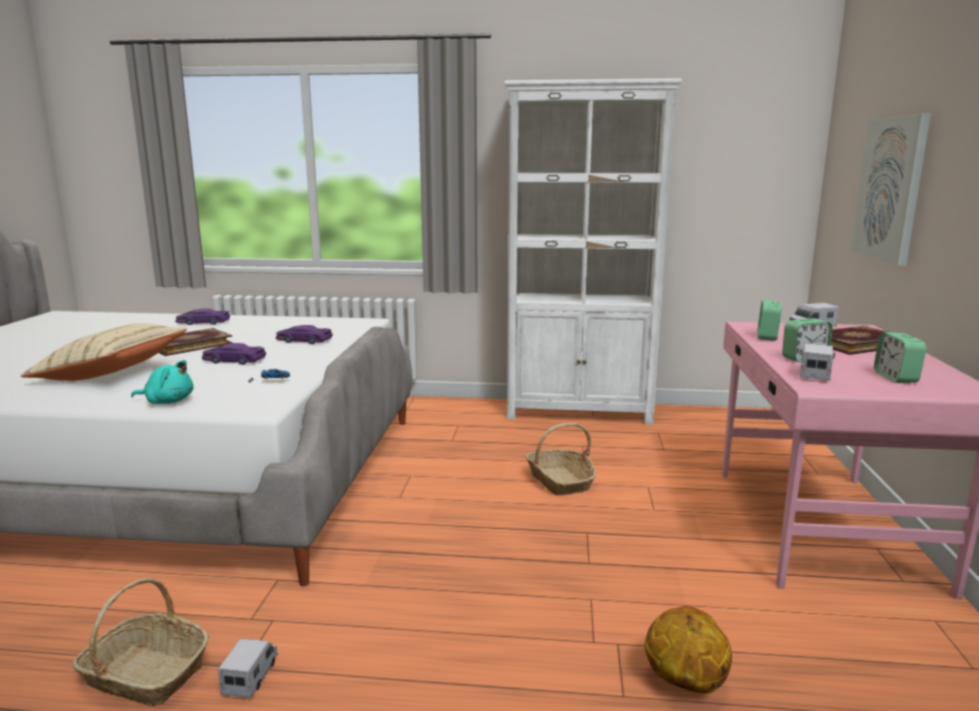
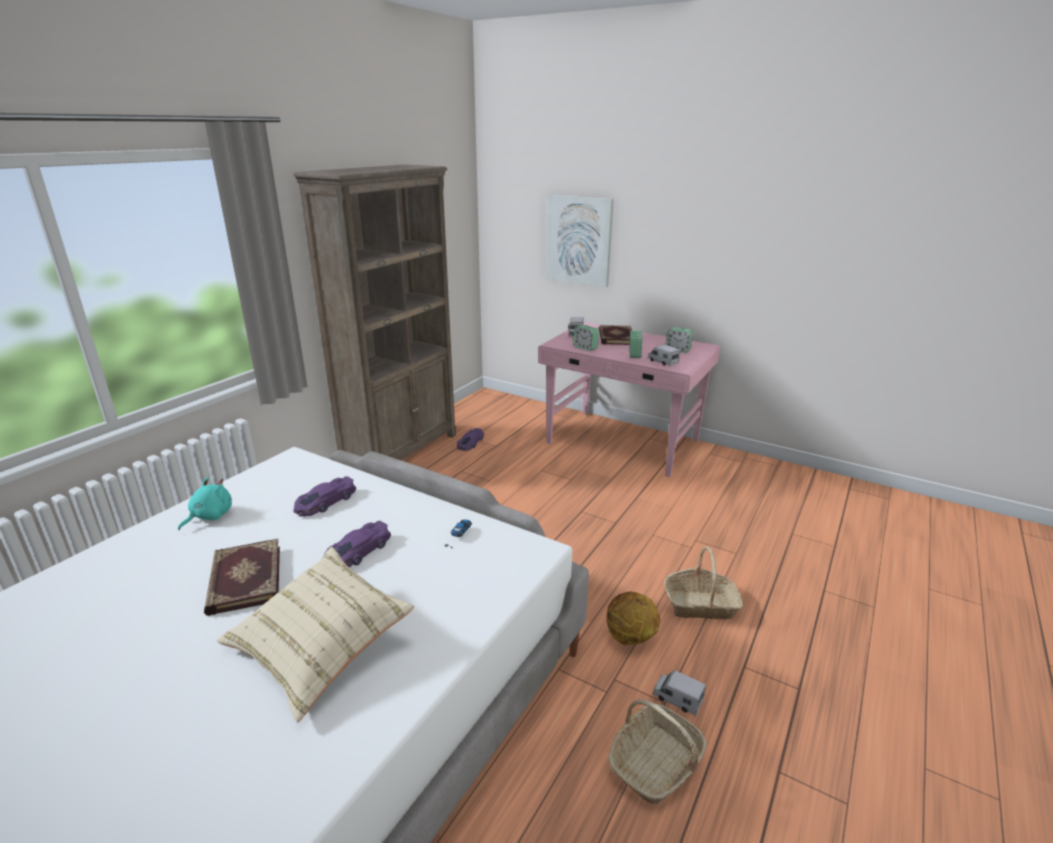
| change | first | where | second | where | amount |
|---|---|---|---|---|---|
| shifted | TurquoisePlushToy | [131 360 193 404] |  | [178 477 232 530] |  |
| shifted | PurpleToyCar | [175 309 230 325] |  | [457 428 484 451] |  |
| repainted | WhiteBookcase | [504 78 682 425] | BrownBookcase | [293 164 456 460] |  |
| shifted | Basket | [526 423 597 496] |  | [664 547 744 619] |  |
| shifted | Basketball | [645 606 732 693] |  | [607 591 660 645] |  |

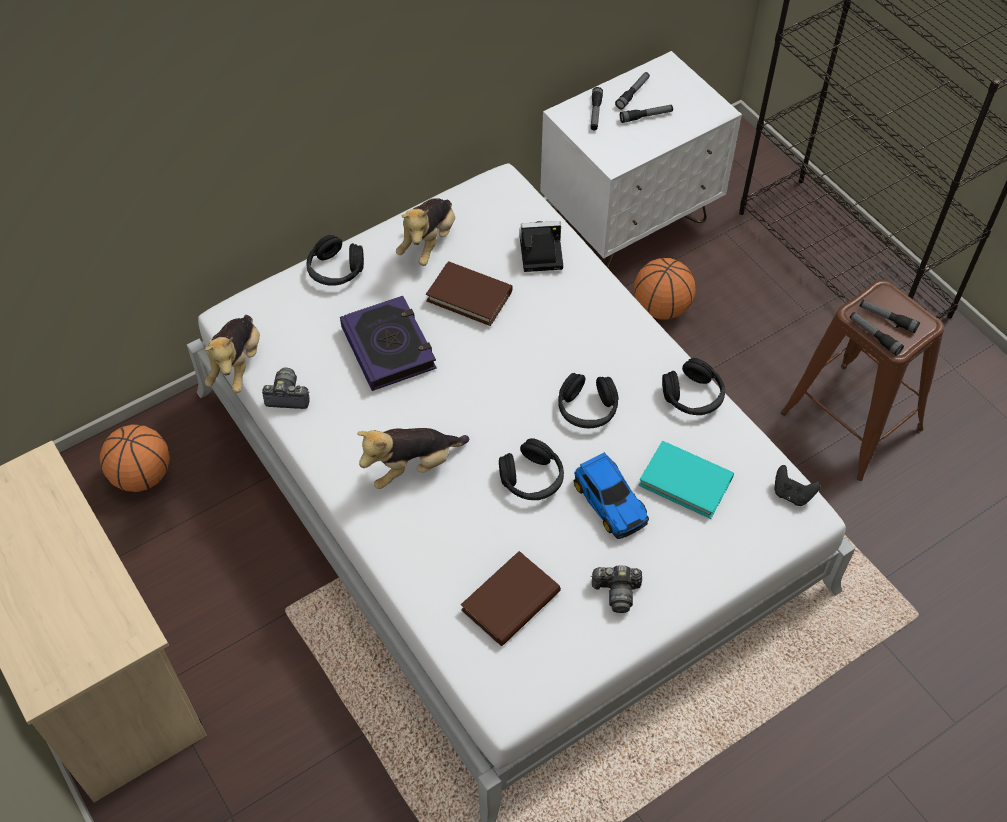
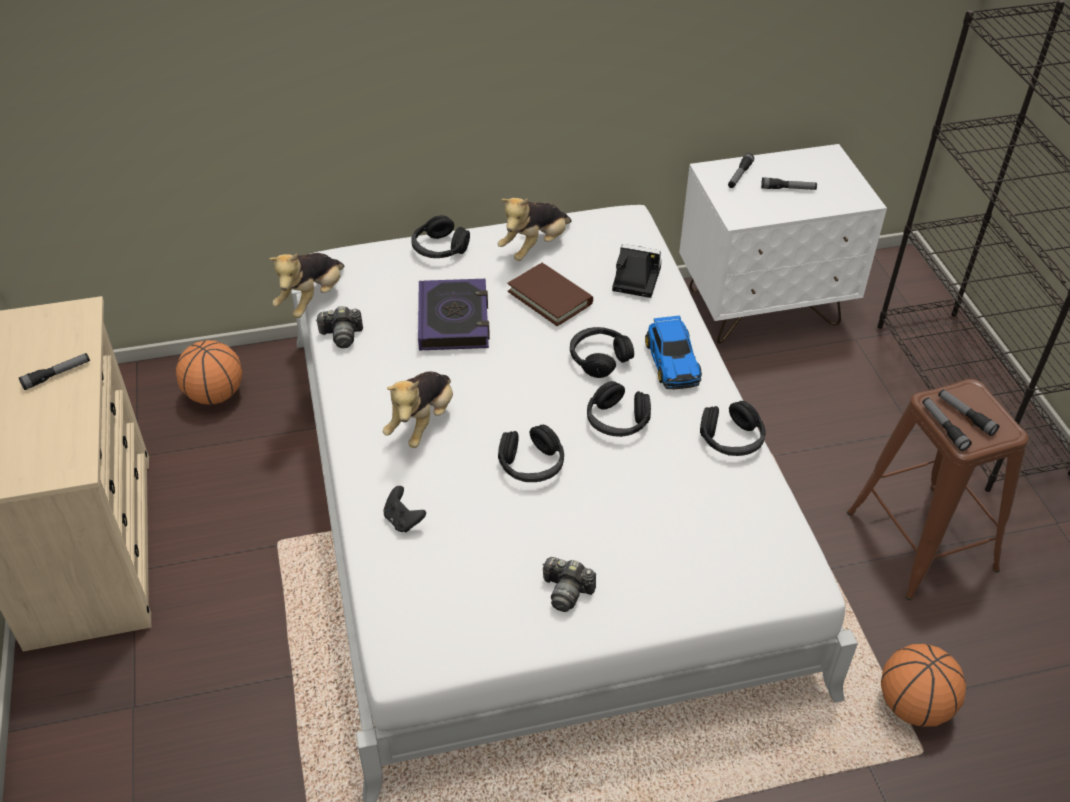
| change | first | where | second | where | amount |
|---|---|---|---|---|---|
| rotated | PhotoCamera | [262 368 310 409] |  | [315 306 363 348] | 150 degrees clockwise |
| rotated | PlushToy | [357 428 469 489] |  | [383 371 453 448] | 60 degrees counterclockwise |
| gone | BrownBook | [461 551 561 646] |  |  |  |
| shifted | ToyCar | [574 452 649 539] |  | [645 316 702 389] |  |
| shifted | Flashlight | [615 72 650 109] |  | [19 353 90 390] |  |
| shifted | Basketball | [634 258 696 319] |  | [881 644 966 727] |  |
| gone | TurquoiseBook | [639 441 734 519] |  |  |  |
| shifted | BlackGameController | [774 465 820 506] |  | [383 486 426 533] |  |
| new |  |  | BlackHeadphones | [570 327 634 378] |  |

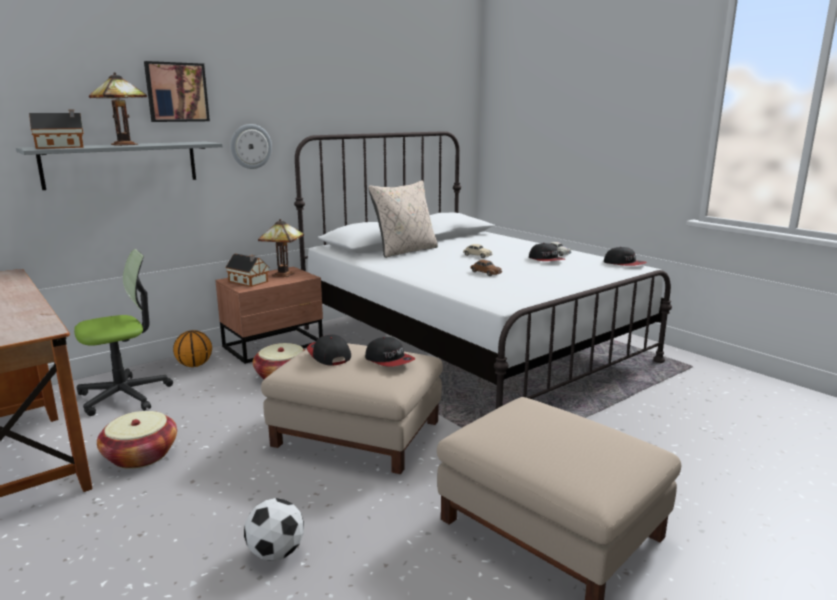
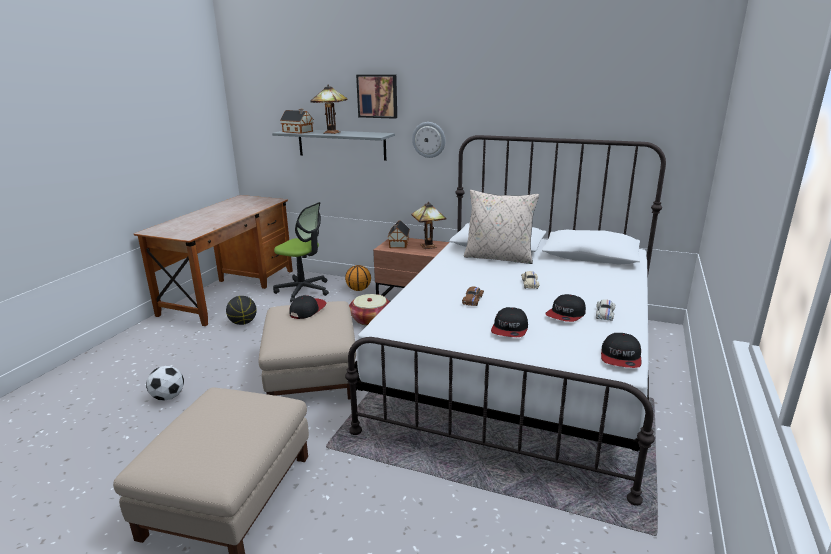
| change | first | where | second | where | amount |
|---|---|---|---|---|---|
| swapped | Basket | [97 411 177 469] | Basketball | [226 296 257 325] |  |
| shifted | Cap | [365 337 415 367] |  | [491 307 528 337] |  |

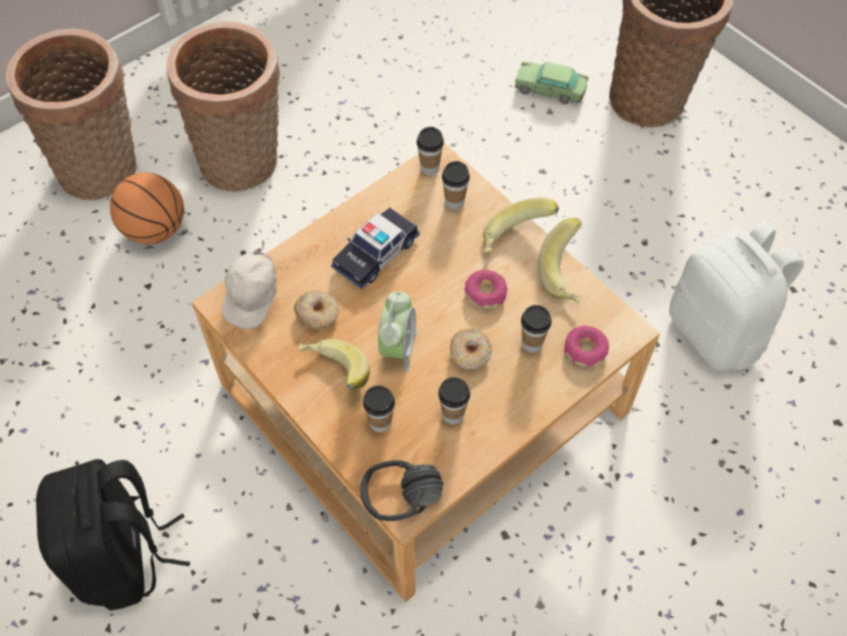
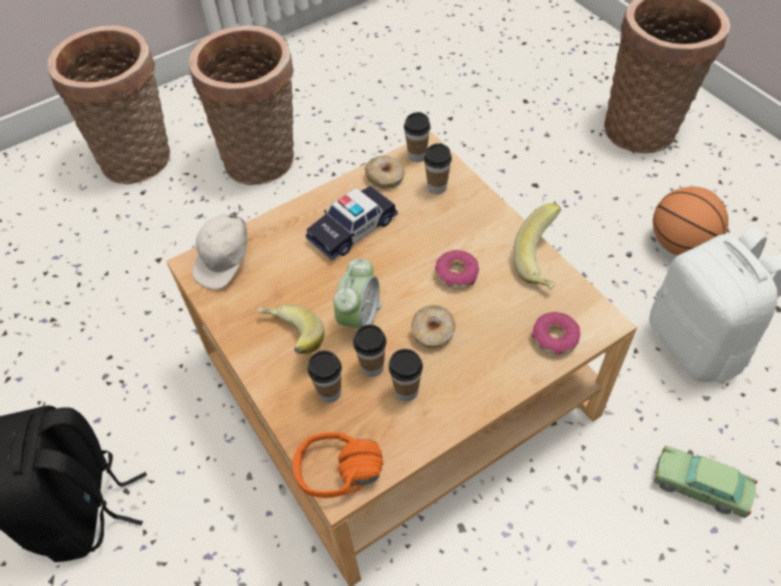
| change | first | where | second | where | amount |
|---|---|---|---|---|---|
| shifted | Basketball | [110 172 184 245] |  | [653 187 728 255] |  |
| shifted | Donut | [294 291 339 330] |  | [365 156 405 189] |  |
| repainted | BlackHeadphones | [360 460 443 521] | OrangeHeadphones | [292 432 383 498] |  |
| gone | Banana | [483 197 559 253] |  |  |  |
| shifted | ToyCar | [515 61 588 104] |  | [653 446 757 518] |  |
| shifted | Cup | [521 305 552 353] |  | [353 324 387 377] |  |

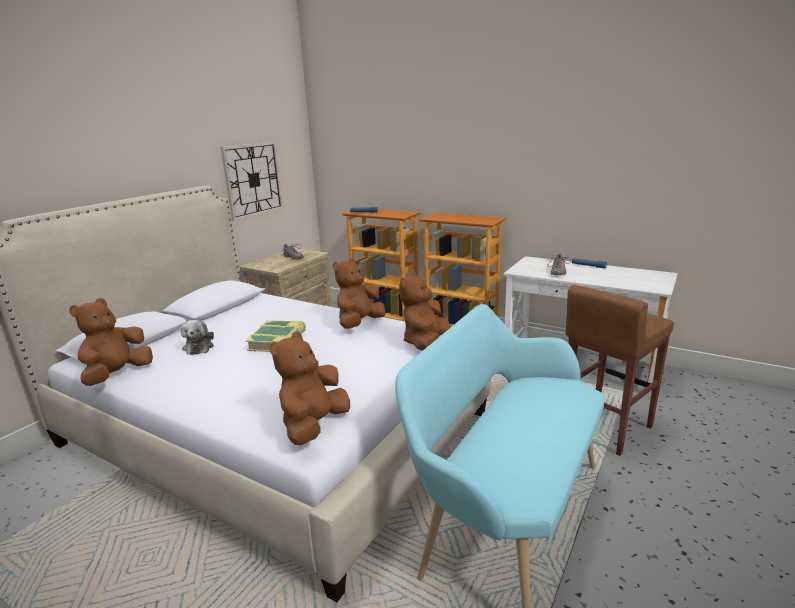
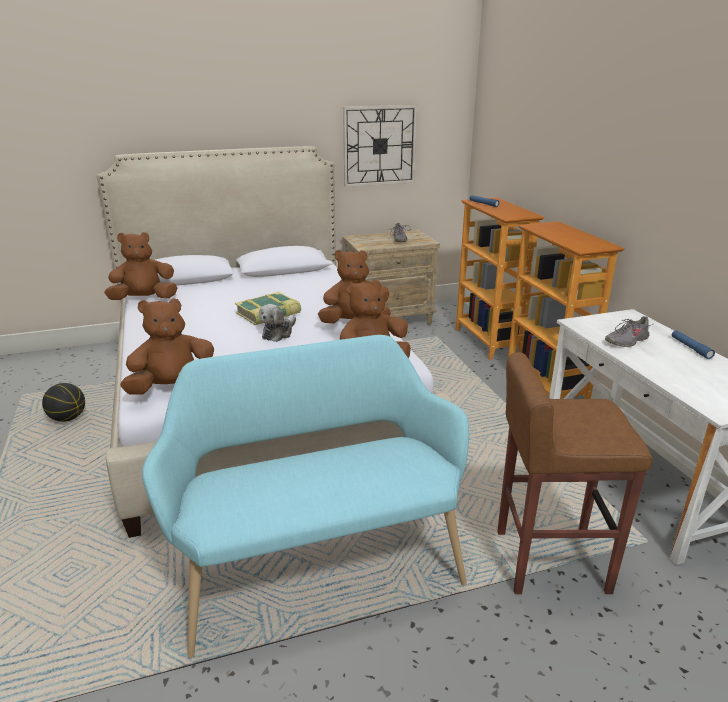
| change | first | where | second | where | amount |
|---|---|---|---|---|---|
| shifted | PlushToy | [181 320 214 355] |  | [259 304 296 342] |  |
| new |  |  | Basketball | [42 383 85 422] |  |

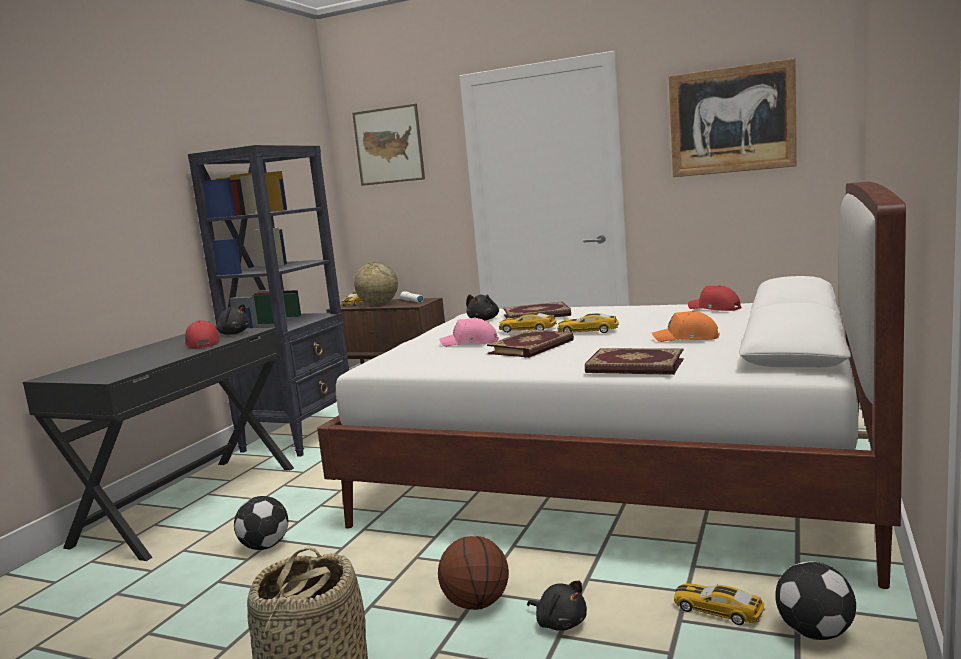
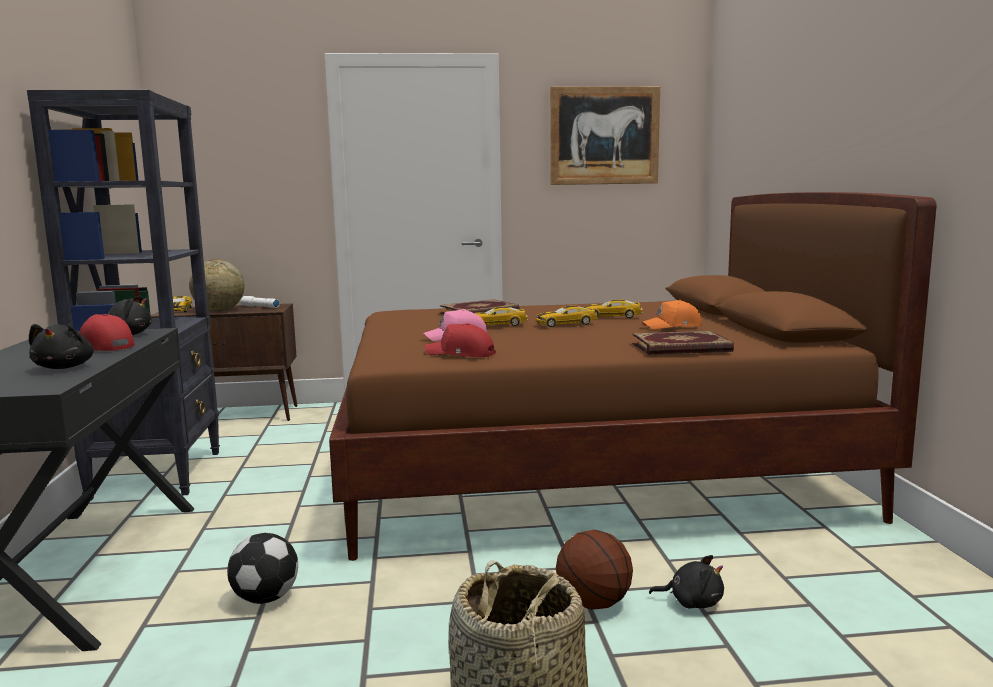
| change | first | where | second | where | amount |
|---|---|---|---|---|---|
| repainted | WhiteBed | [317 182 906 589] | BrownBed | [329 192 937 561] |  |
| gone | Picture | [352 104 425 186] |  |  |  |
| shifted | BlackPlushToy | [466 294 499 320] |  | [29 324 94 369] |  |
| gone | Book | [487 329 574 358] |  |  |  |
| shifted | ToyCar | [674 583 765 625] |  | [584 300 643 318] |  |
| shifted | RedCap | [688 285 742 311] |  | [425 323 496 357] |  |
| gone | Football | [775 562 856 640] |  |  |  |

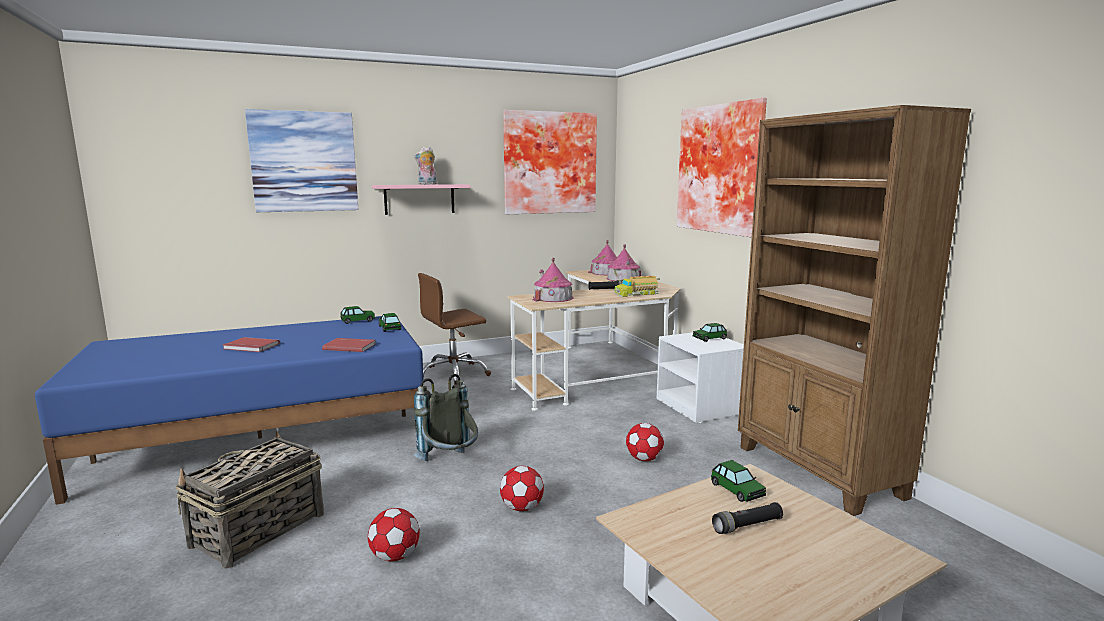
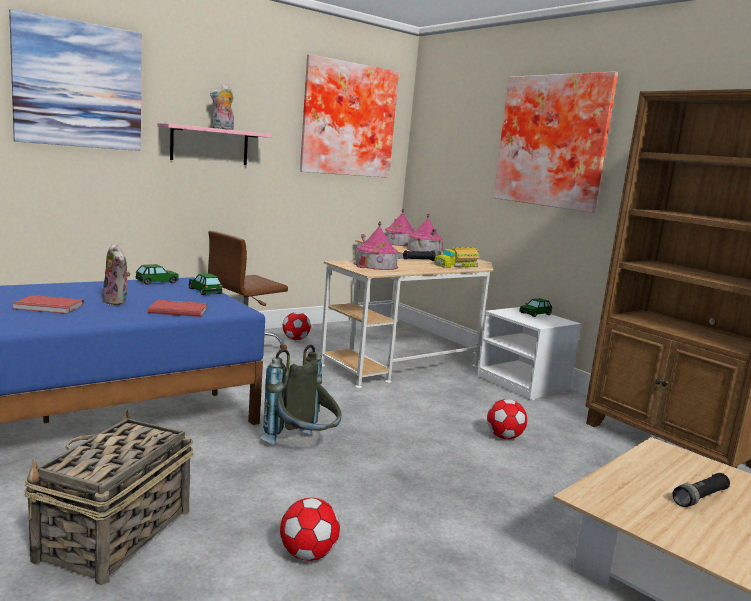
| change | first | where | second | where | amount |
|---|---|---|---|---|---|
| shifted | Football | [500 466 544 511] |  | [283 312 311 340] |  |
| gone | ToyCar | [711 460 766 502] |  |  |  |
| new |  |  | PlushToy | [102 243 131 305] |  |

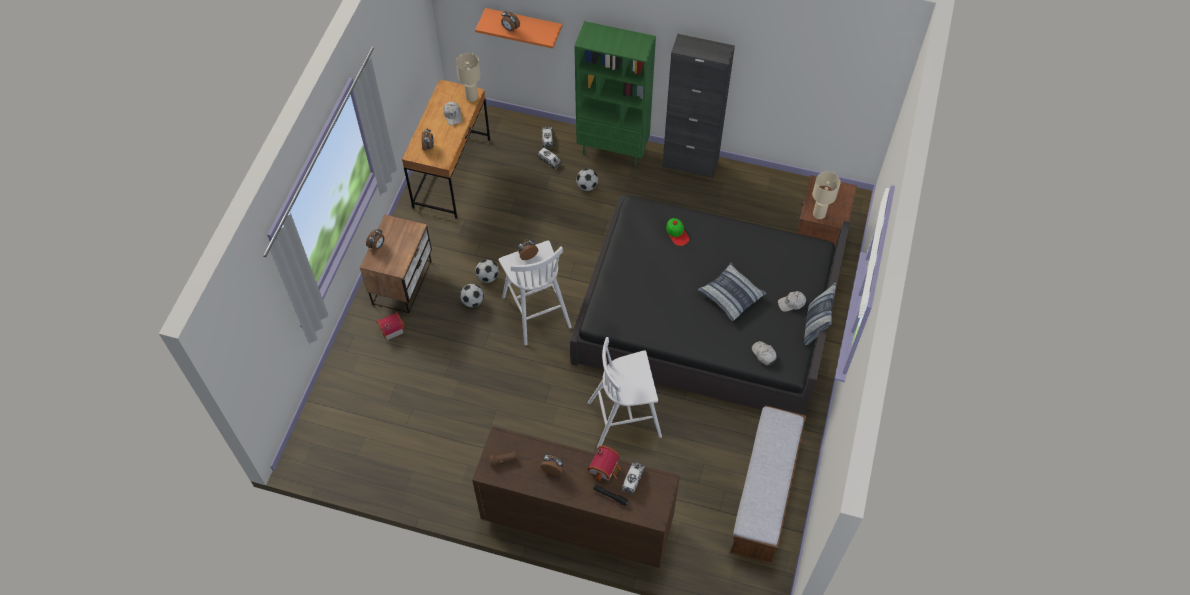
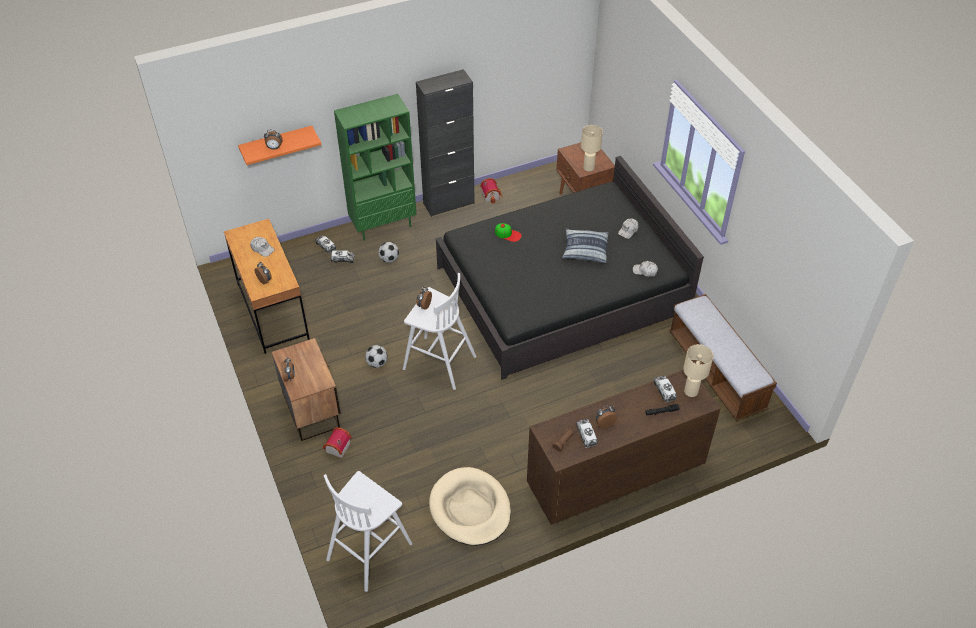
| change | first | where | second | where | amount |
|---|---|---|---|---|---|
| shifted | BeigeTableLamp | [456 53 481 102] |  | [683 344 713 397] |  |
| gone | Football | [460 284 484 307] |  |  |  |
| shifted | ToyHouse | [587 446 621 482] |  | [480 178 503 203] |  |
| shifted | WhiteStool | [588 337 662 448] |  | [324 471 412 592] |  |
| gone | Pillow | [804 282 836 345] |  |  |  |
| new |  |  | BeigeDogBed | [429 467 511 546] |  |
| new |  |  | ToyTruck | [576 419 597 448] |  |

